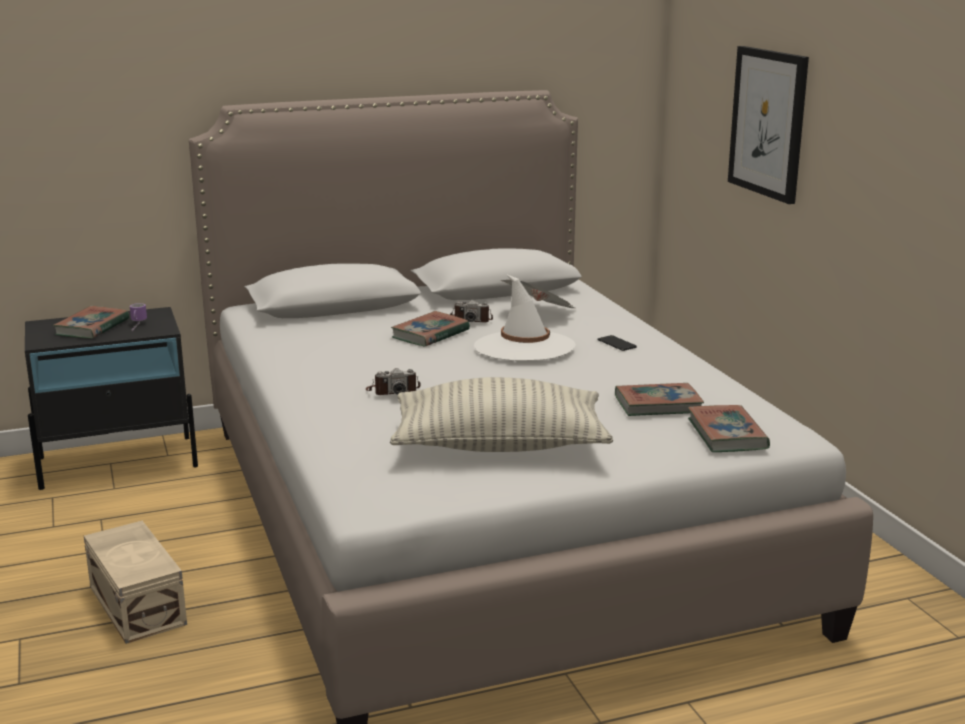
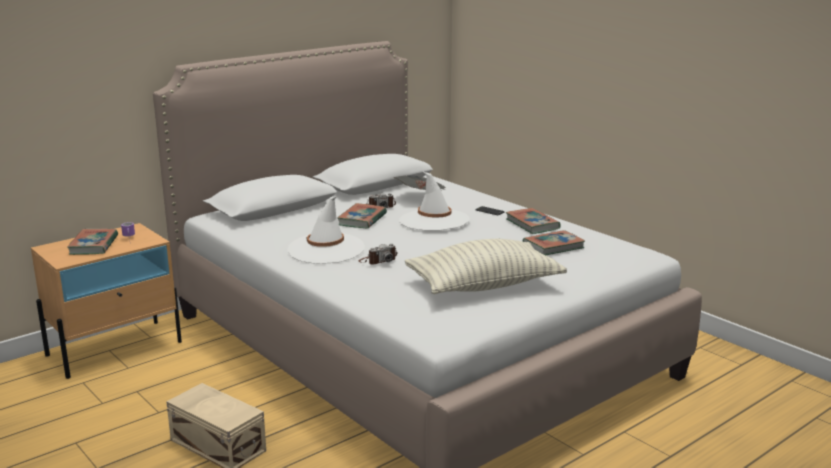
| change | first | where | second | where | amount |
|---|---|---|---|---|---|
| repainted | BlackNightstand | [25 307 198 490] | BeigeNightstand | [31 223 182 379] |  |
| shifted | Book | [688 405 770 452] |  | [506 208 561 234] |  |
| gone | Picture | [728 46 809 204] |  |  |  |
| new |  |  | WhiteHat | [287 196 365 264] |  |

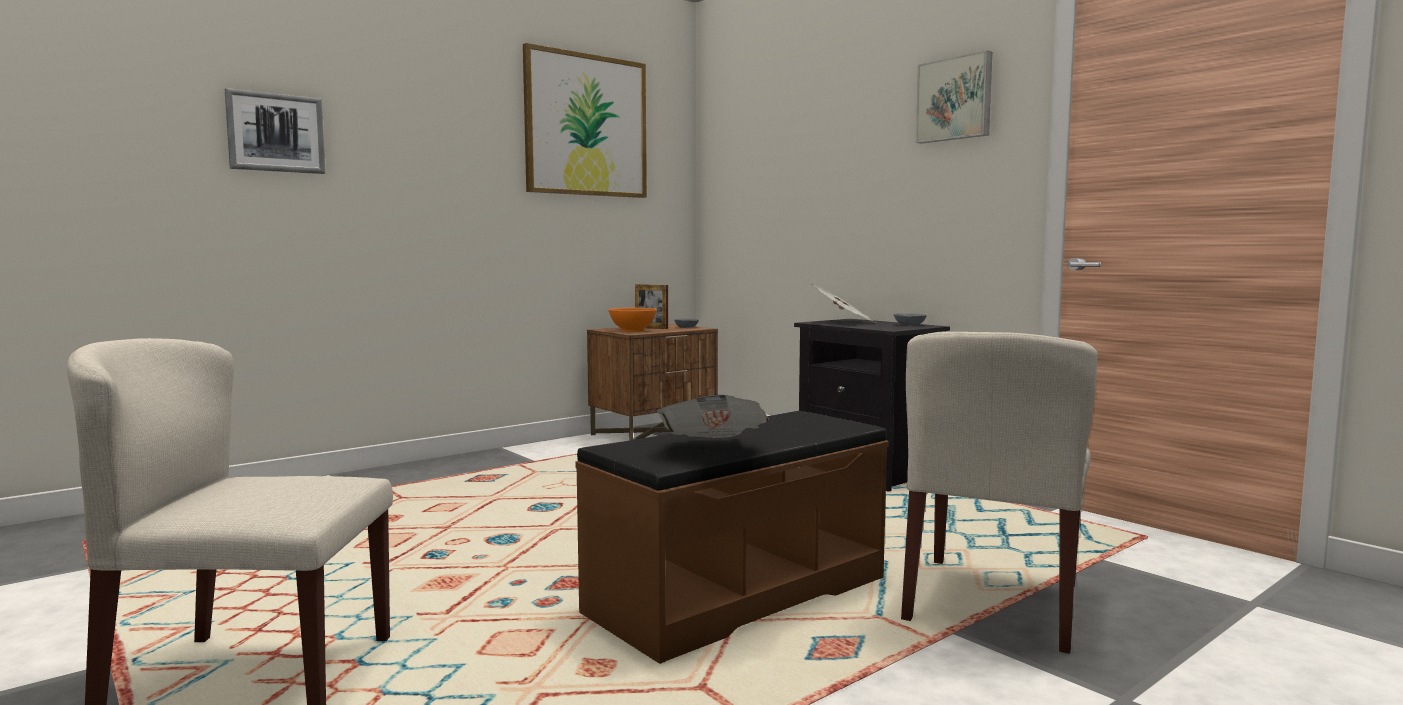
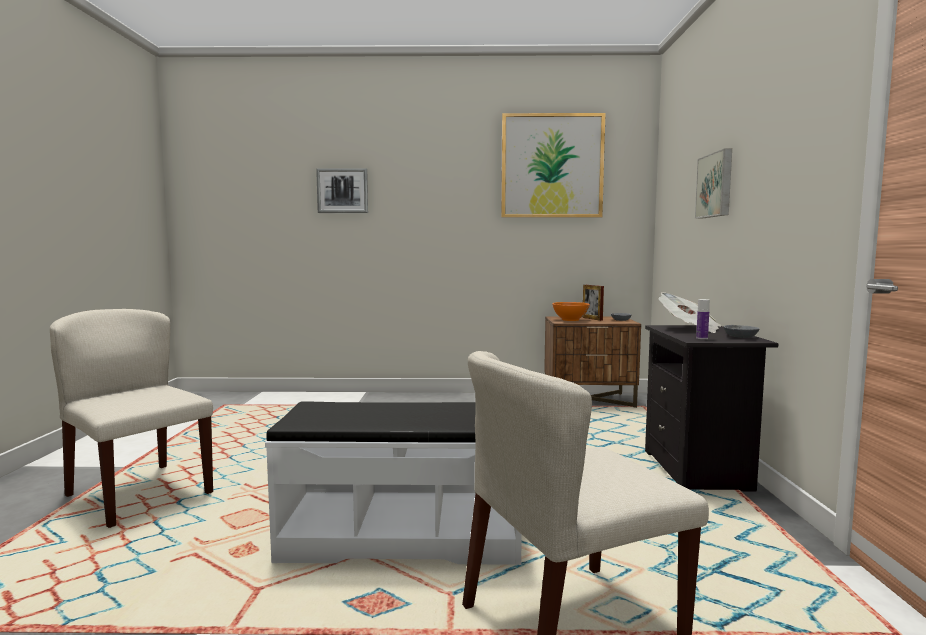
| change | first | where | second | where | amount |
|---|---|---|---|---|---|
| repainted | BrownBench | [575 411 889 664] | WhiteBench | [265 401 522 565] |  |
| gone | Newspaper | [656 395 769 438] |  |  |  |
| shifted | Picture | [916 50 992 144] |  | [695 149 732 219] |  |
| new |  |  | Bottle | [696 299 710 339] |  |

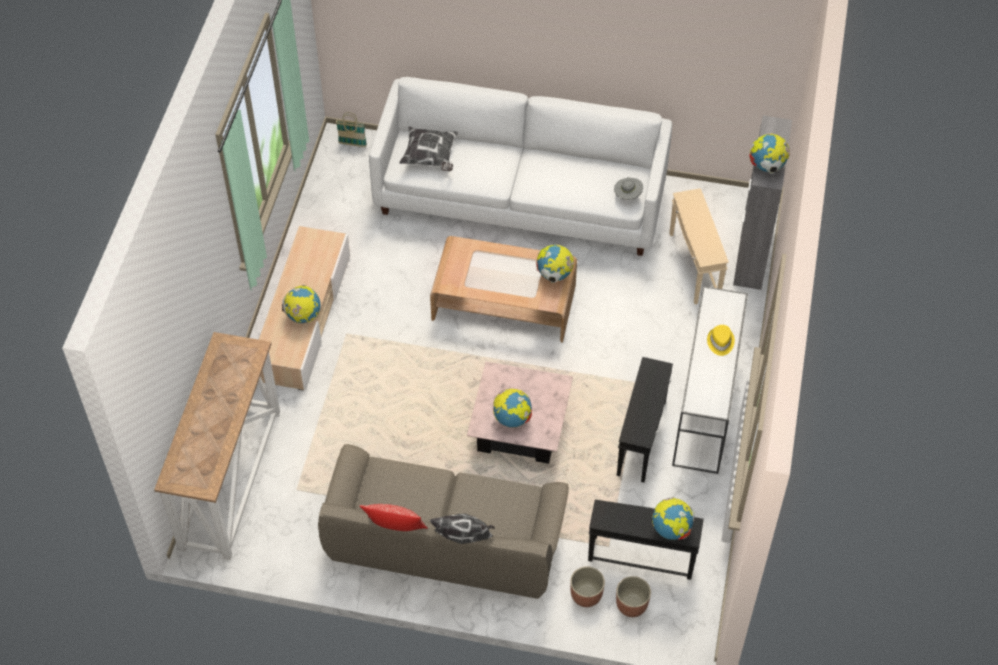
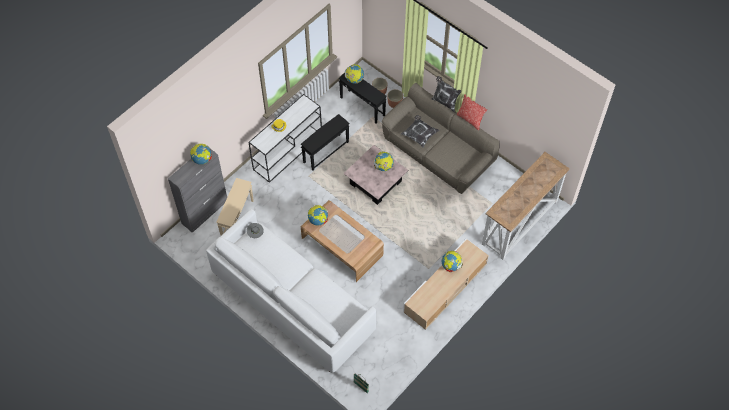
| change | first | where | second | where | amount |
|---|---|---|---|---|---|
| shifted | Pillow | [399 126 458 172] |  | [401 115 440 148] |  |

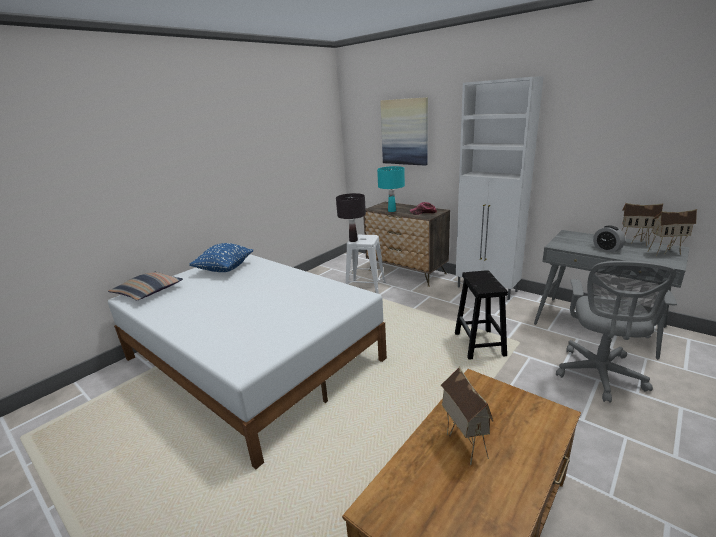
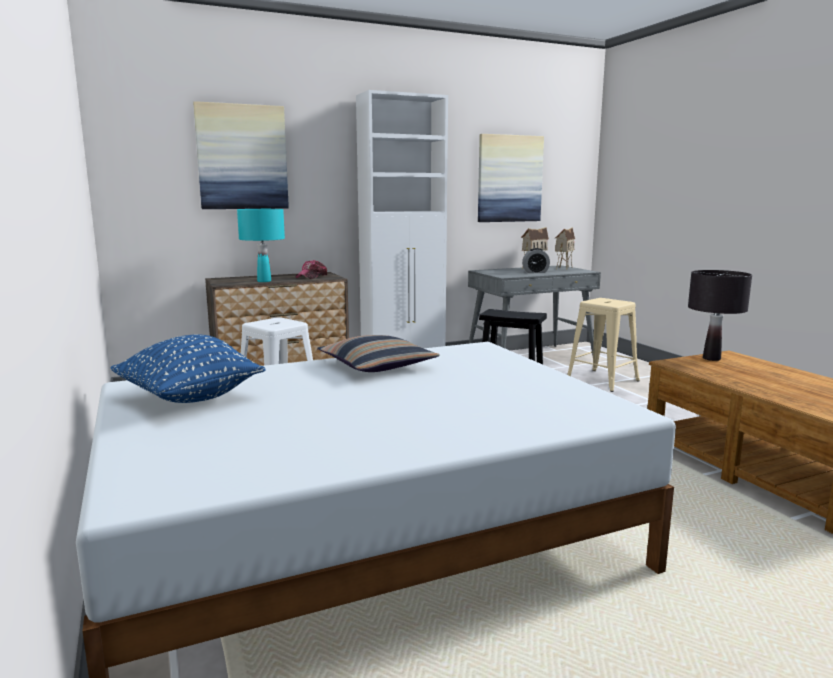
| change | first | where | second | where | amount |
|---|---|---|---|---|---|
| shifted | Pillow | [108 272 183 300] |  | [317 335 440 372] |  |
| shifted | BlackTableLamp | [336 193 366 242] |  | [688 270 752 361] |  |
| gone | ToyHouse | [441 366 493 465] |  |  |  |
| swapped | GreyOfficeChair | [556 261 677 403] | BeigeStool | [567 298 640 392] |  |
| new |  |  | Picture | [478 134 544 222] |  |

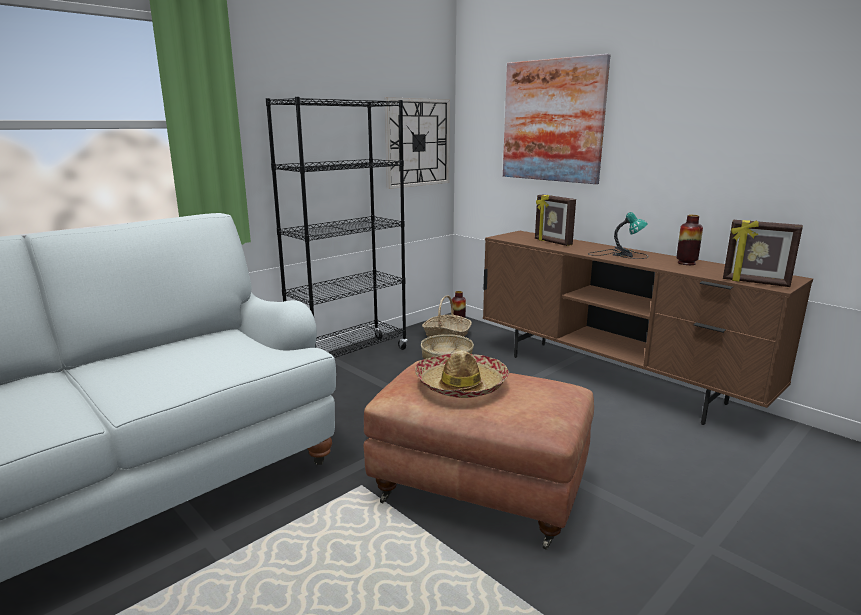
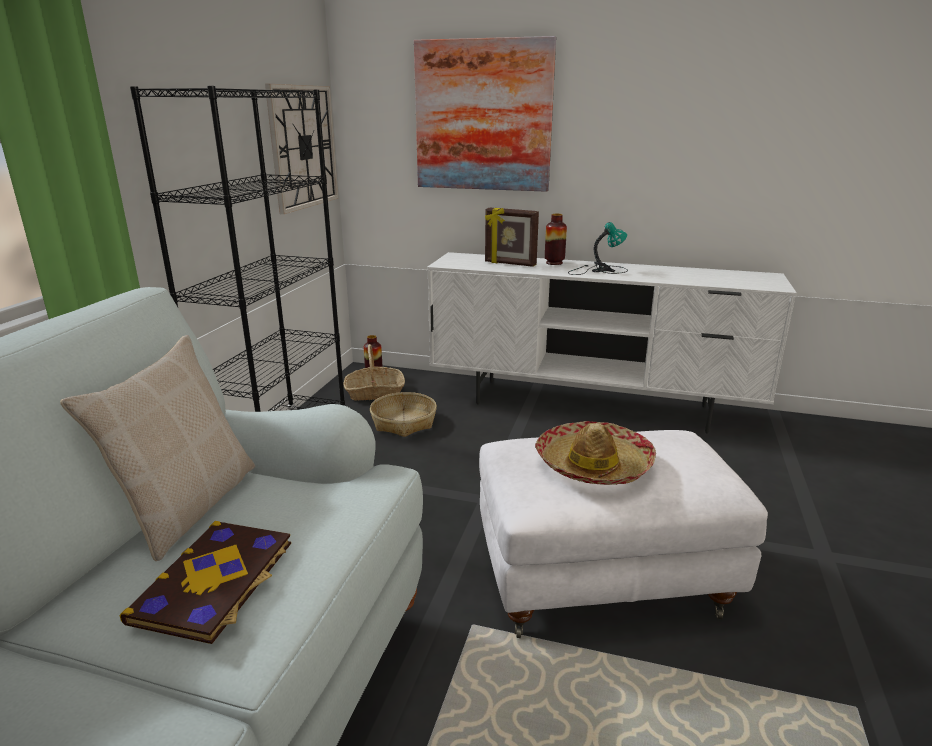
| change | first | where | second | where | amount |
|---|---|---|---|---|---|
| repainted | BrownOttoman | [363 360 594 550] | WhiteOttoman | [479 430 768 638] |  |
| repainted | BrownTvStand | [483 231 813 425] | WhiteTvStand | [427 252 797 433] |  |
| shifted | Vase | [676 215 703 265] |  | [545 214 567 265] |  |
| gone | PictureFrame | [723 220 803 287] |  |  |  |
| new |  |  | BeigePillow | [60 335 255 561] |  |
| new |  |  | Book | [119 521 291 644] |  |

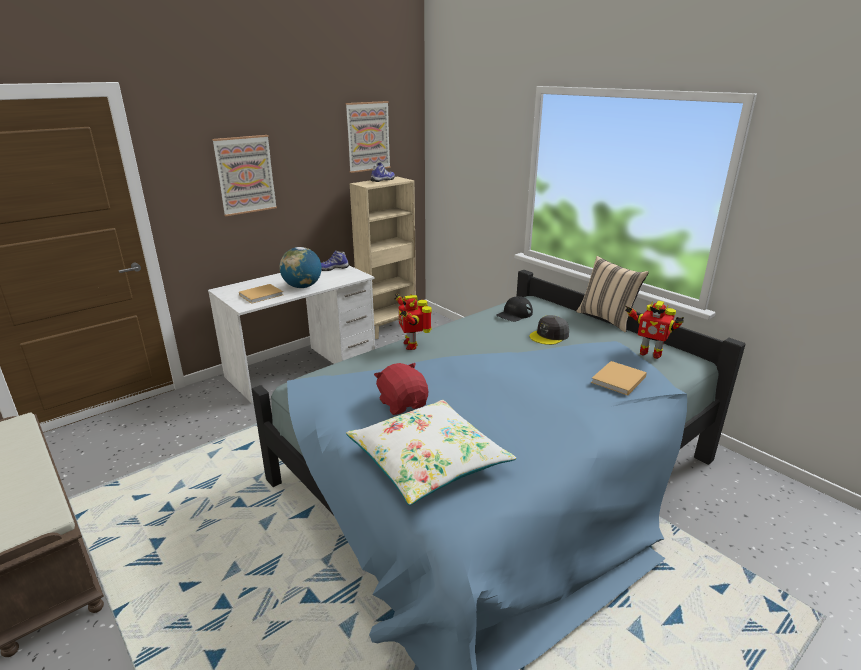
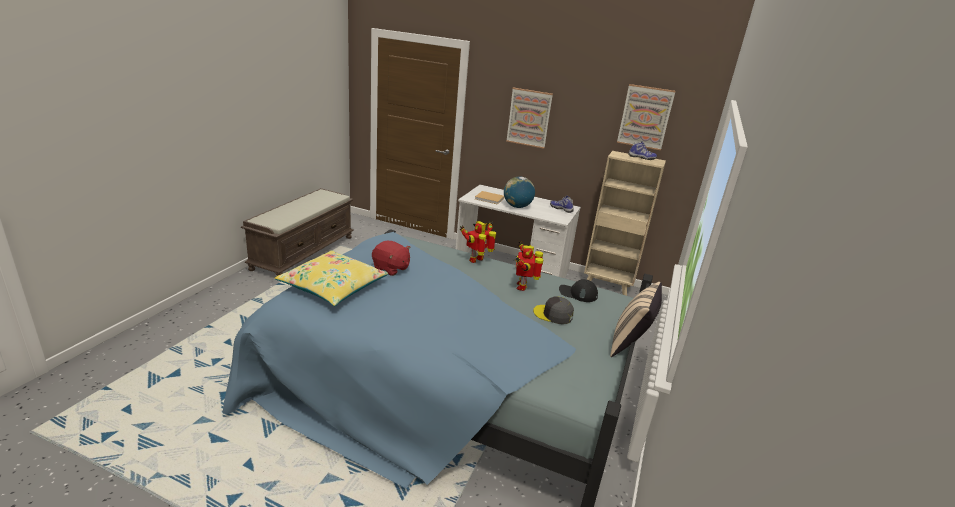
| change | first | where | second | where | amount |
|---|---|---|---|---|---|
| repainted | WhitePillow | [346 400 516 505] | YellowPillow | [274 250 389 306] |  |
| rotated | RedPlushToy | [374 363 428 415] |  | [372 241 410 276] | 90 degrees clockwise |
| gone | BeigeBook | [591 361 647 396] |  |  |  |
| shifted | ToyRobot | [625 301 684 359] |  | [514 241 543 291] |  |

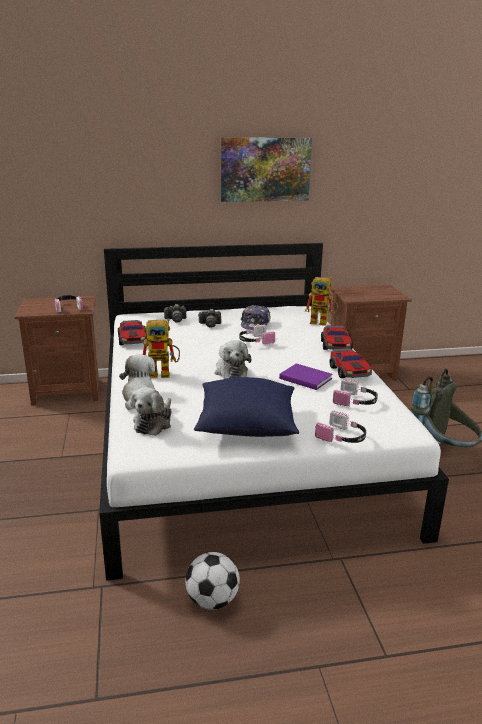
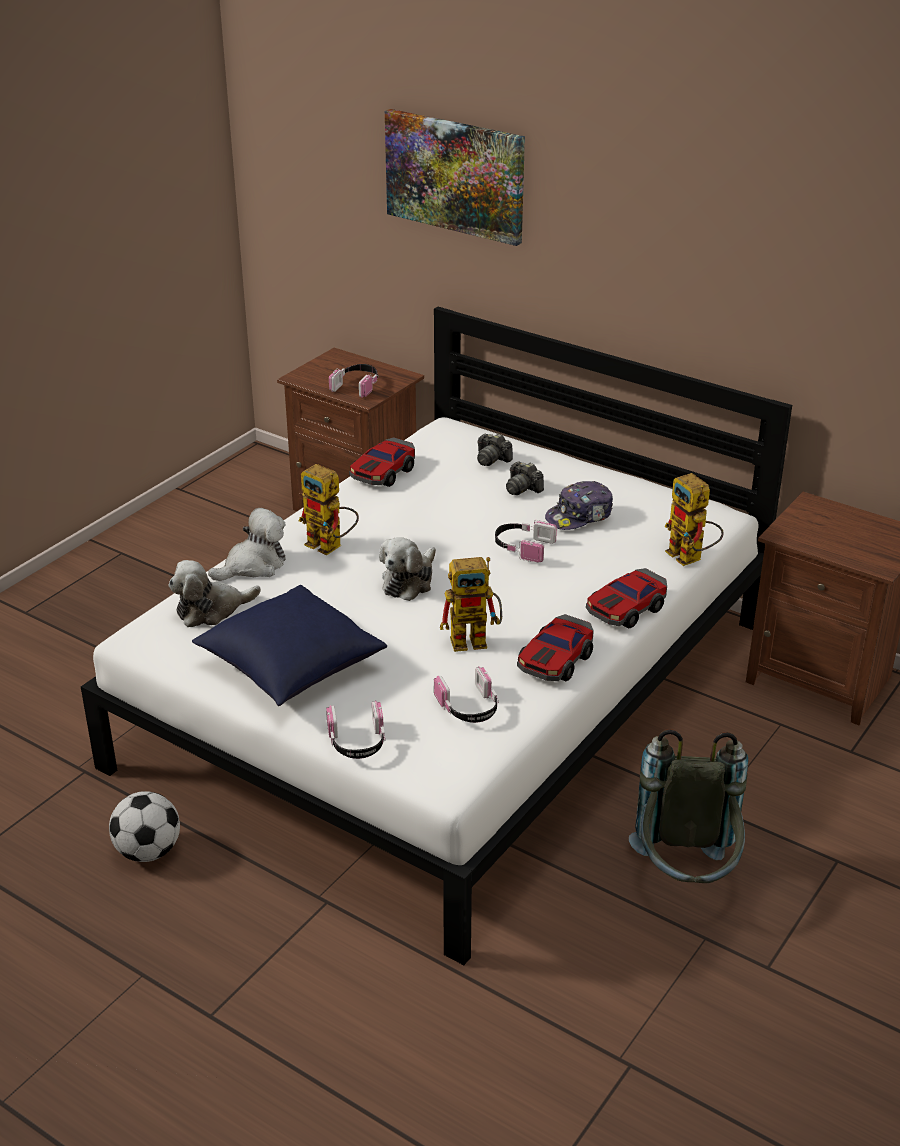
| change | first | where | second | where | amount |
|---|---|---|---|---|---|
| shifted | Picture | [221 137 312 202] |  | [385 109 525 246] |  |
| swapped | PurpleBook | [279 364 333 390] | ToyRobot | [440 557 502 652] |  |

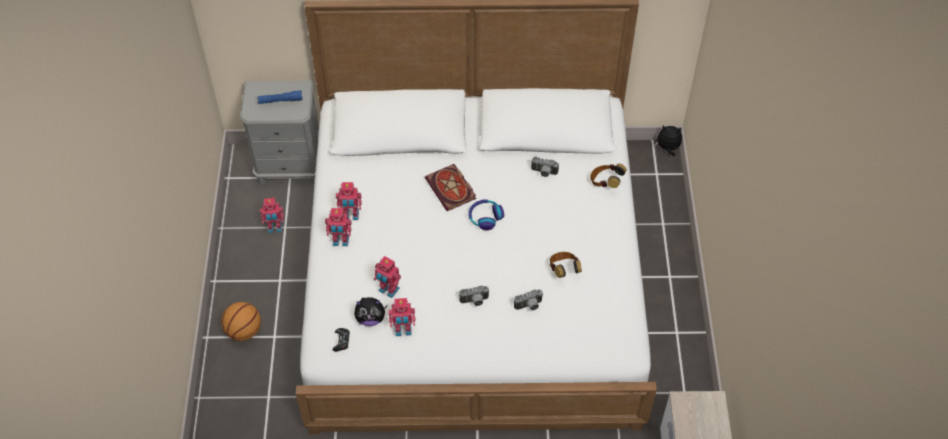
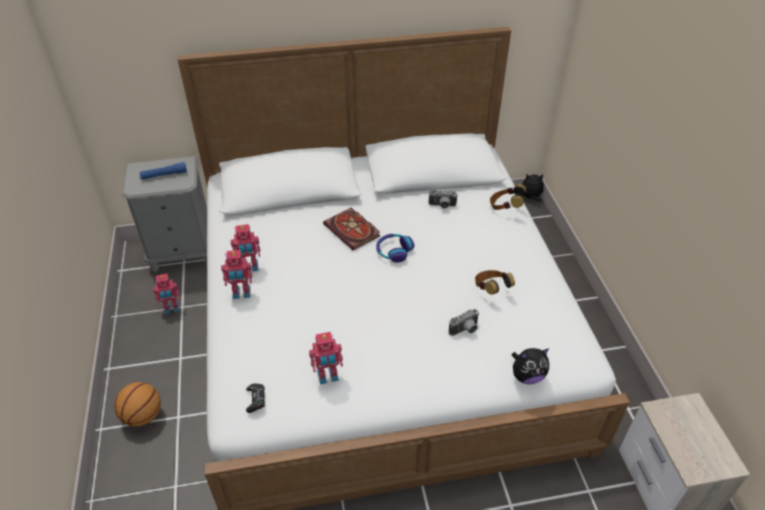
| change | first | where | second | where | amount |
|---|---|---|---|---|---|
| shifted | PlushToy | [354 297 387 326] |  | [512 348 549 384] |  |
| gone | ToyRobot | [374 256 401 298] |  |  |  |
| gone | PhotoCamera | [459 286 489 306] |  |  |  |

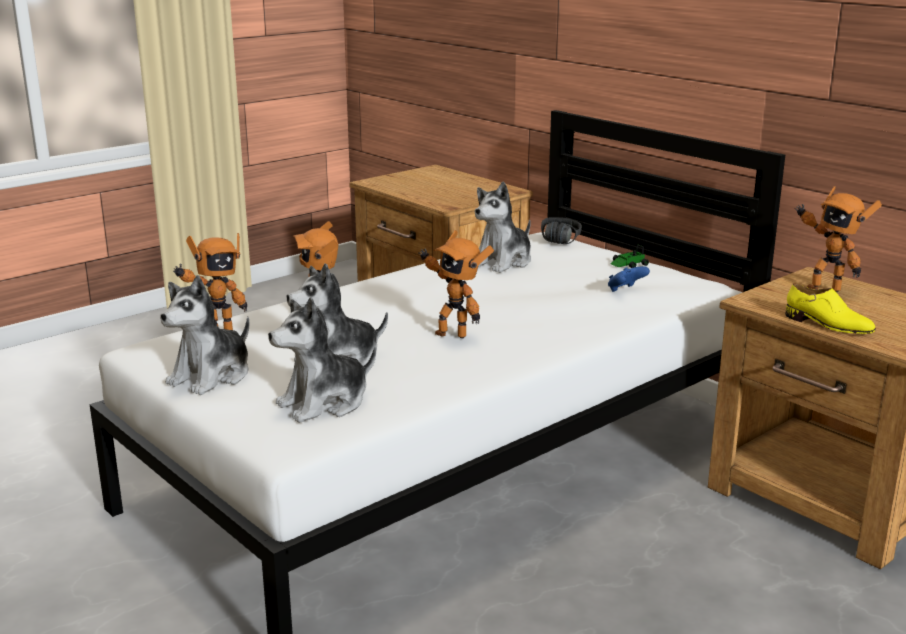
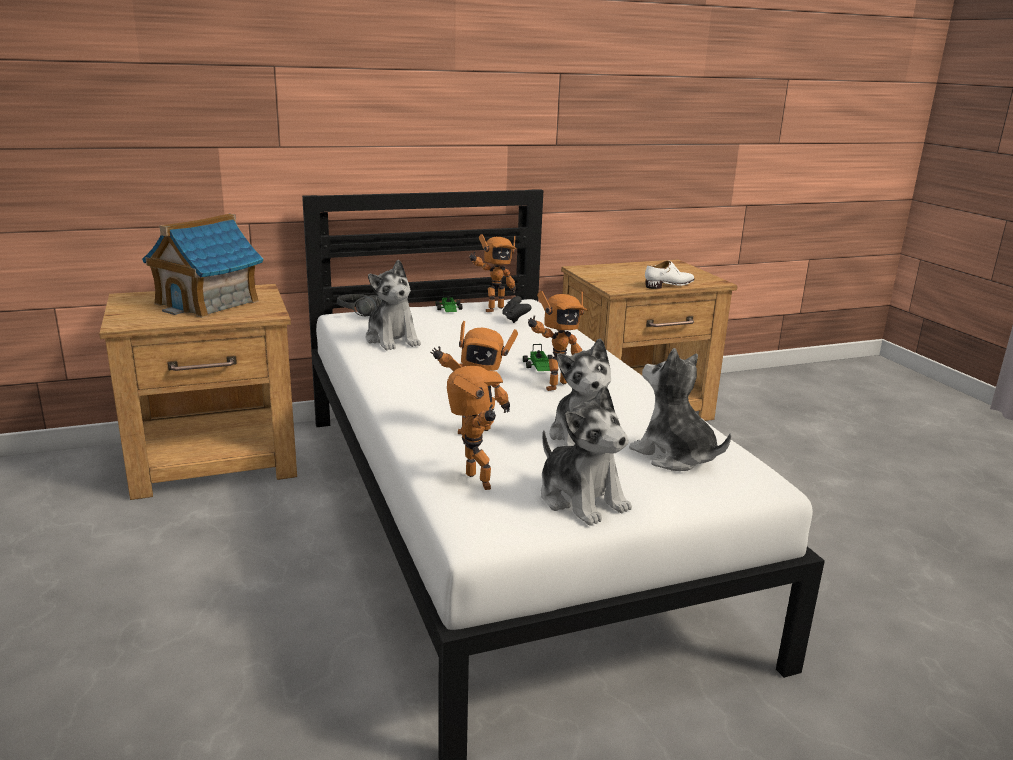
| change | first | where | second | where | amount |
|---|---|---|---|---|---|
| rotated | PlushToy | [268 297 376 423] |  | [629 348 731 471] | 150 degrees clockwise |
| repainted | BlueGameController | [608 266 650 292] | BlackGameController | [502 296 532 323] |  |
| repainted | YellowShoe | [785 284 876 334] | WhiteShoe | [645 261 695 289] |  |
| shifted | ToyRobot | [794 186 882 292] |  | [469 234 516 312] |  |
| new |  |  | ToyHouse | [142 214 264 318] |  |
| new |  |  | ToyCar | [523 344 553 371] |  |

